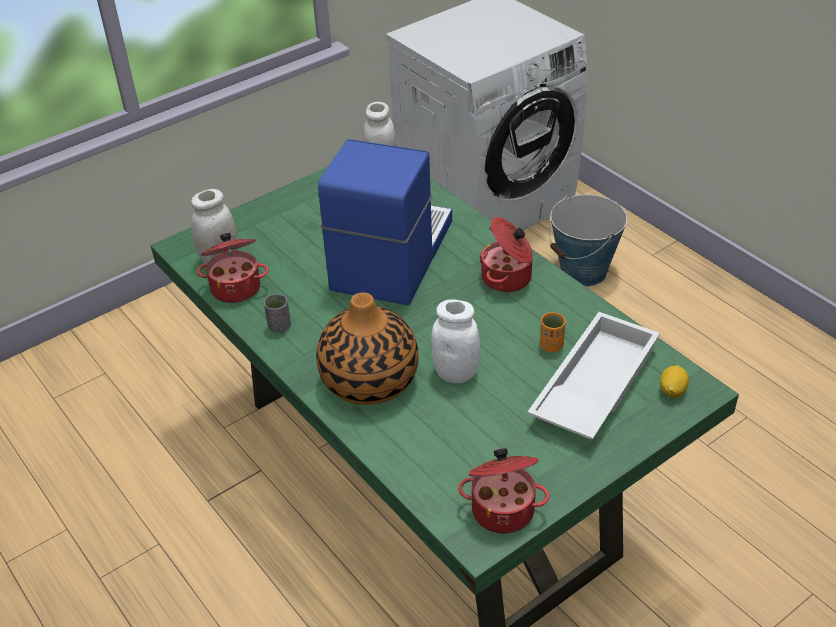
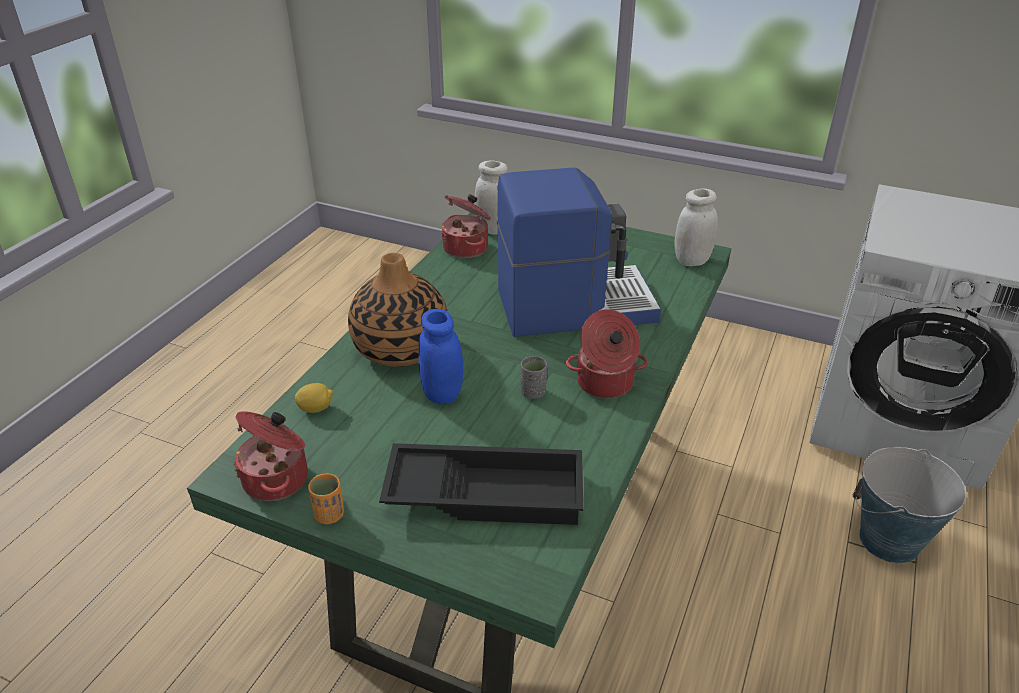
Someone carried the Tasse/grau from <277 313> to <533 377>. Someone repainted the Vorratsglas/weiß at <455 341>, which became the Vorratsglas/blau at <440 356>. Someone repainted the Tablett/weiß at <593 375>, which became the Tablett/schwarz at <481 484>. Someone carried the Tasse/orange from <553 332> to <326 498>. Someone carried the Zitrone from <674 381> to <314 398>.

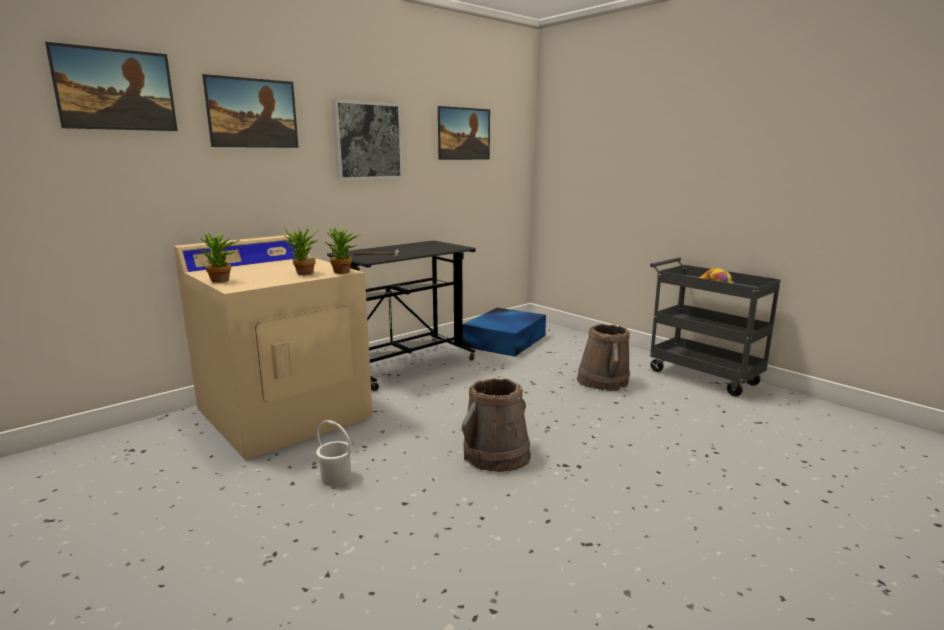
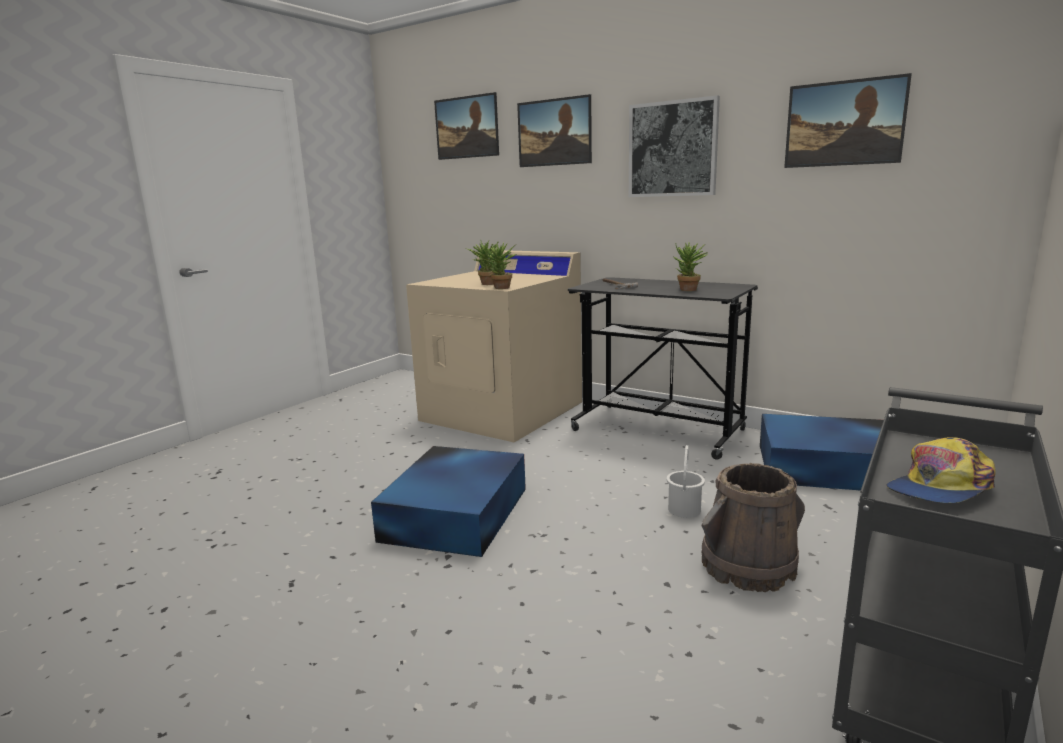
Someone carried the Topfpflanze from <218 257> to <690 266>. Someone swapped the Eimer/braun at <496 425> for the Aufbewahrungsbox/blau at <448 501>. Someone carried the Eimer/weiß from <334 453> to <685 481>.

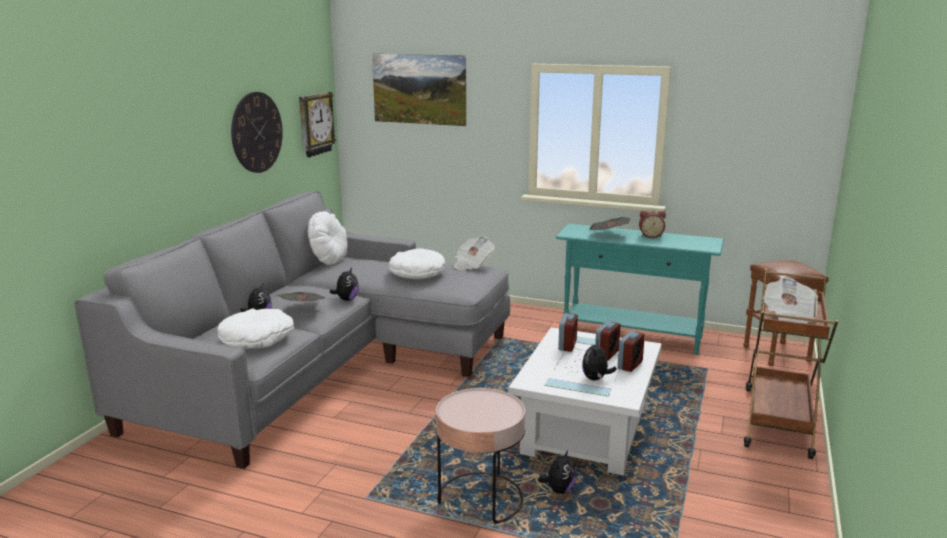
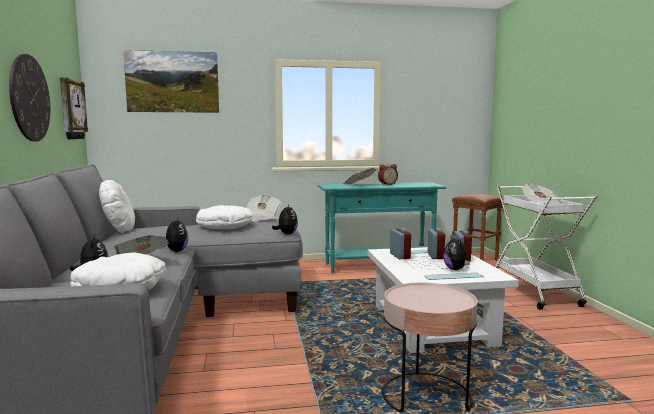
Someone repainted the Rollwagen/braun at <790 363>, which became the Rollwagen/weiß at <546 247>. Someone carried the Plüschtier from <557 472> to <285 219>.

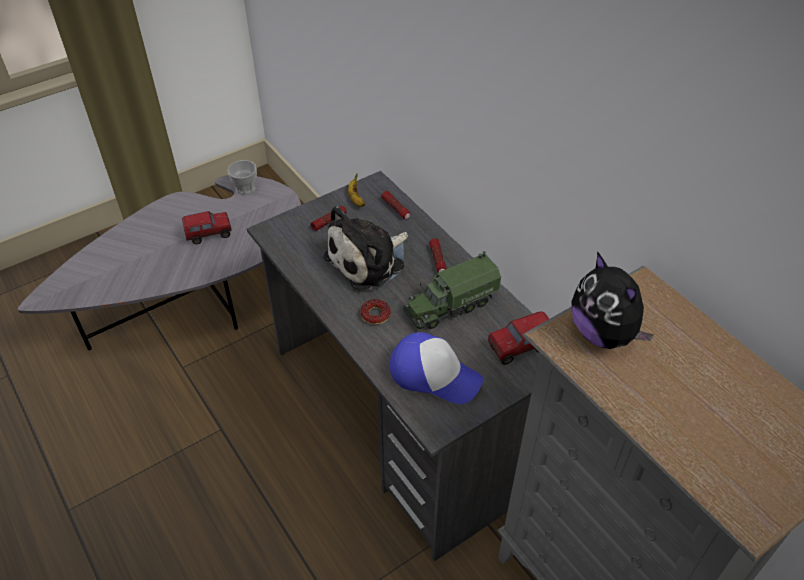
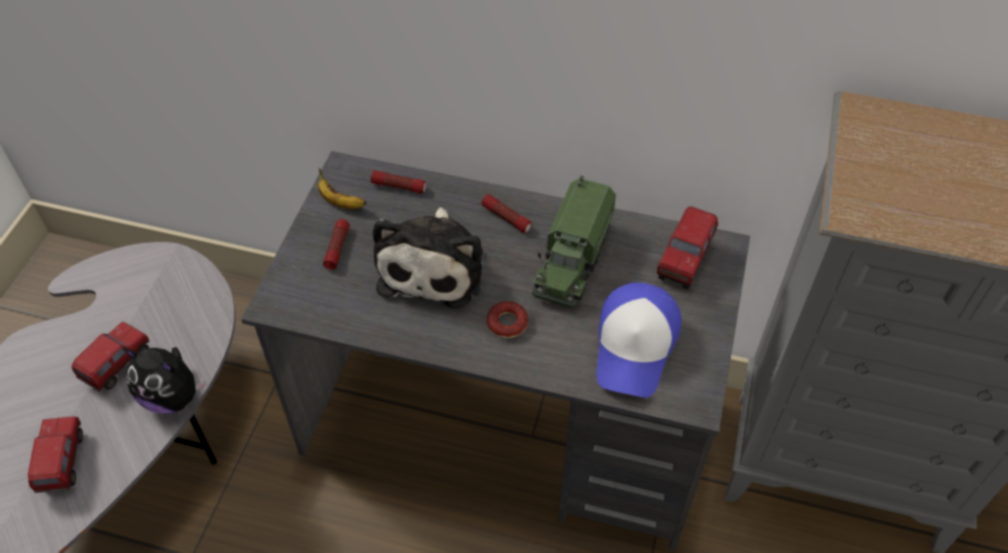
Someone took away the Tasse at <242 177>. Someone carried the Plüschtier from <612 300> to <166 380>. Someone rotated the Kappe at <436 368> by 120 degrees clockwise. Someone put down the Spielzeuglaster at <55 455>.

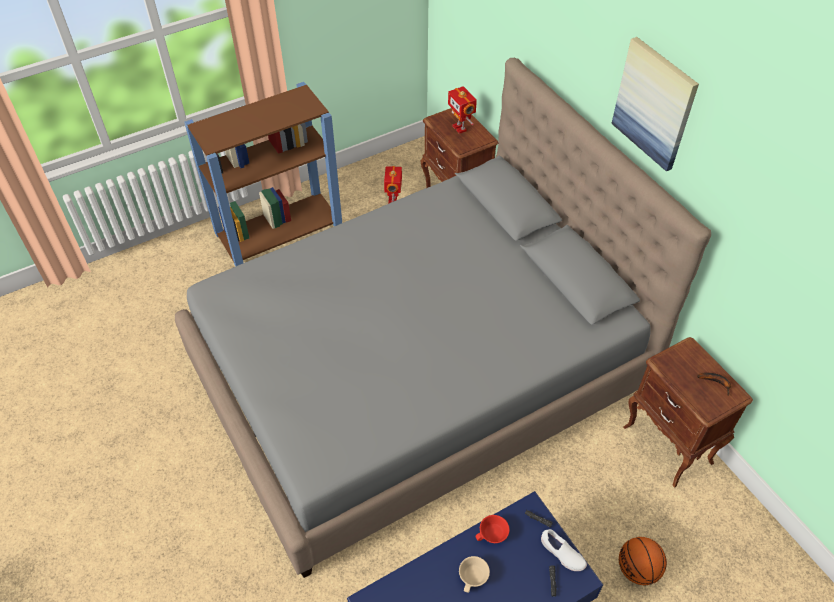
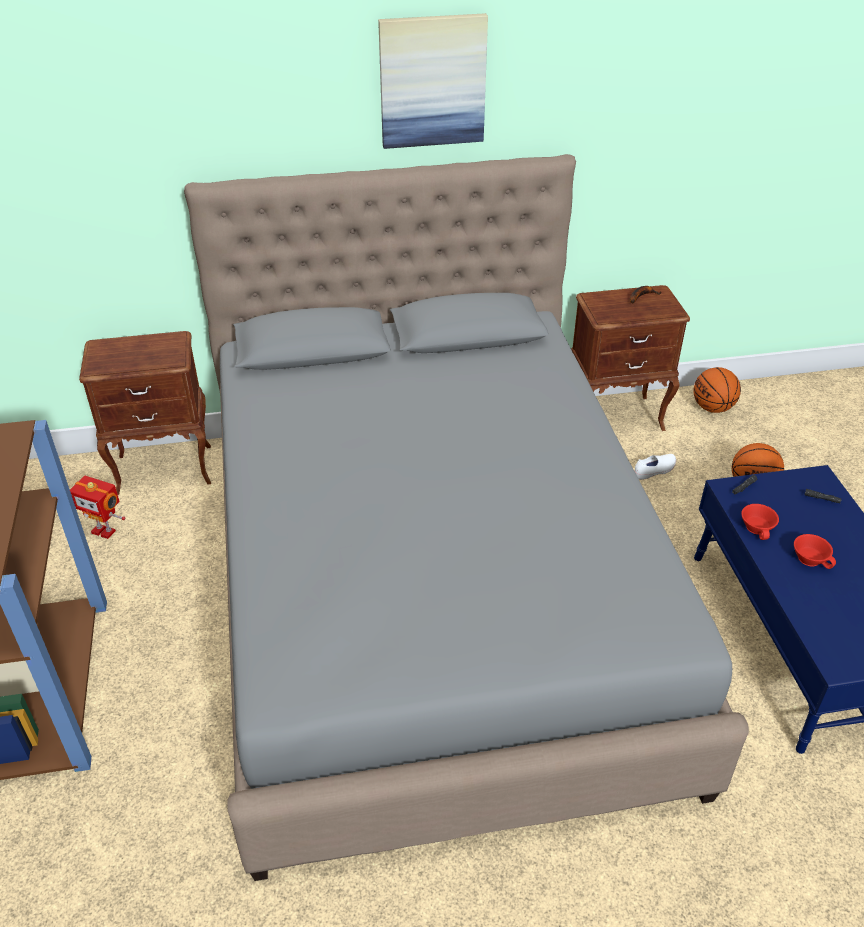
Someone took away the Spielzeugroboter at <462 110>. Someone carried the Schuh/weiß from <564 550> to <655 467>. Someone repainted the Tasse/beige at <474 574>, which became the Tasse/rot at <815 551>. Someone put down the Basketball at <717 390>.

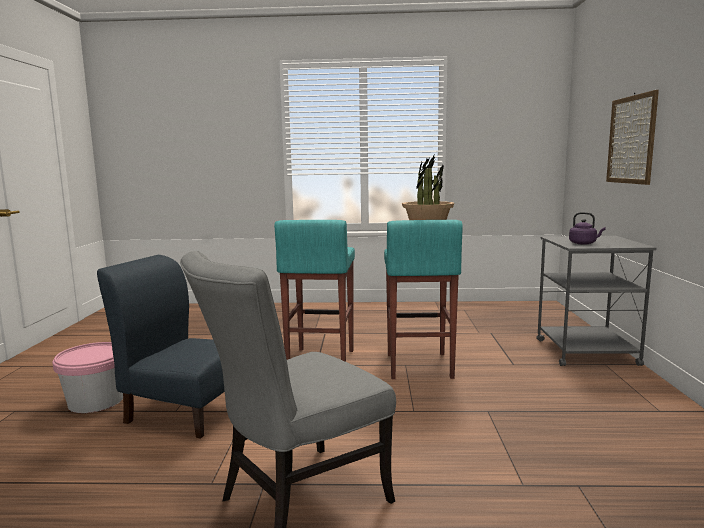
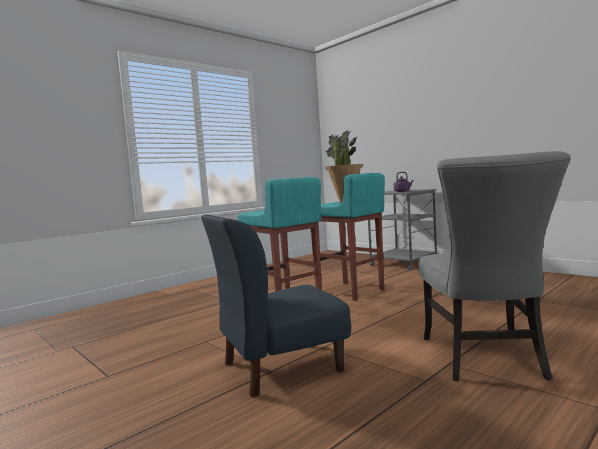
Someone took away the Bild at <632 137>. Someone took away the Eimer/rosa at <87 377>.

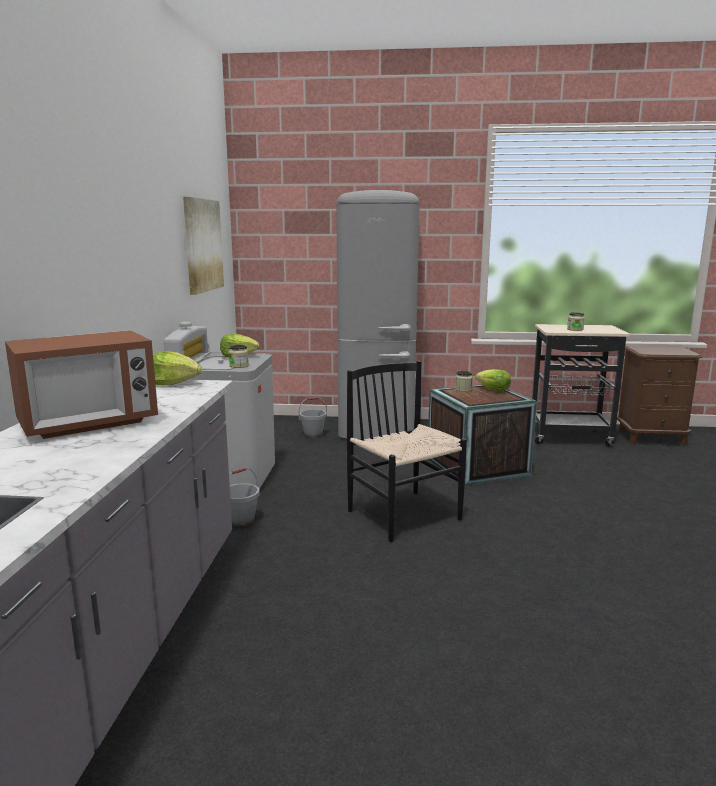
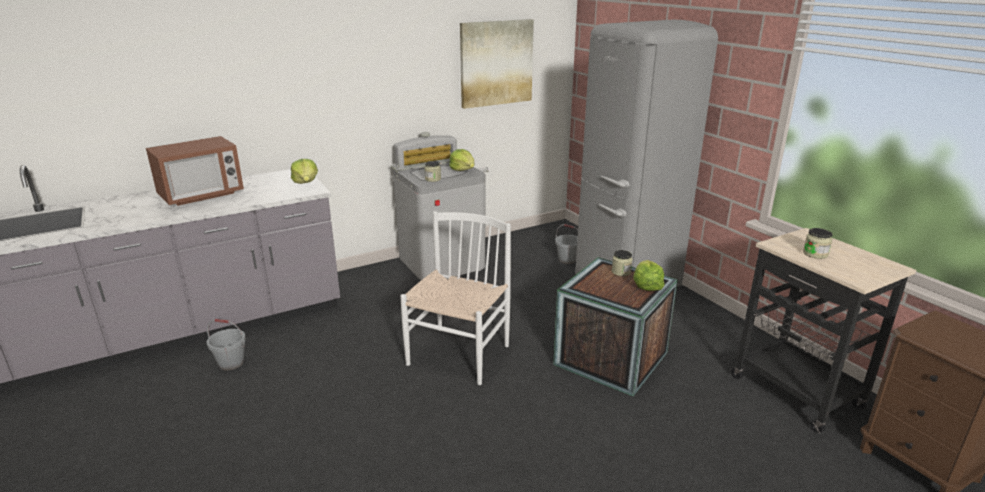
Someone rotated the Mikrowelle at <81 384> by 60 degrees counterclockwise. Someone repainted the Stuhl/schwarz at <407 451>, which became the Stuhl/weiß at <455 298>. Someone carried the Eimer/grau from <244 496> to <226 345>.

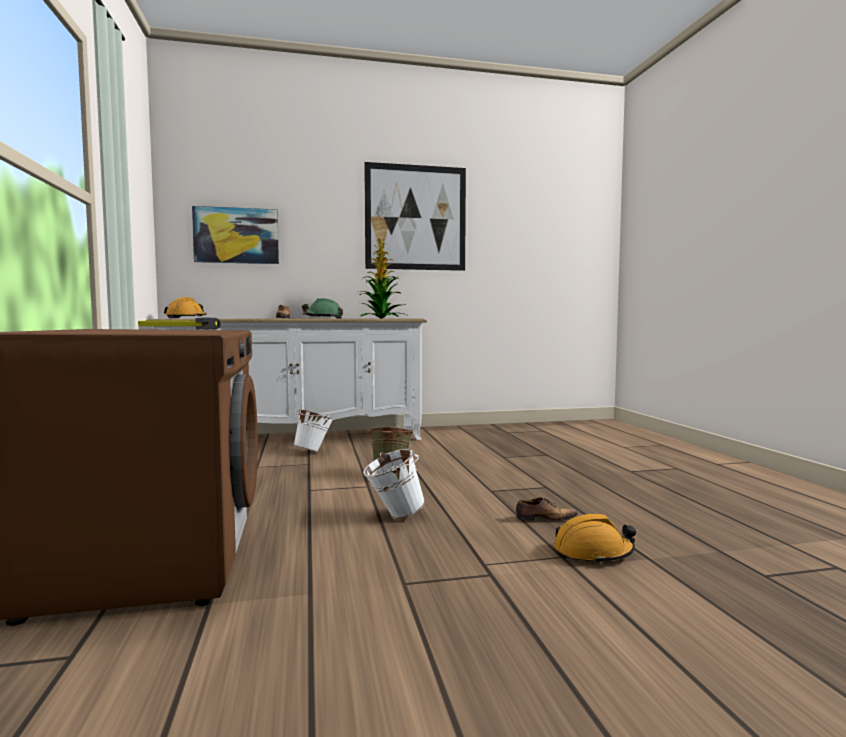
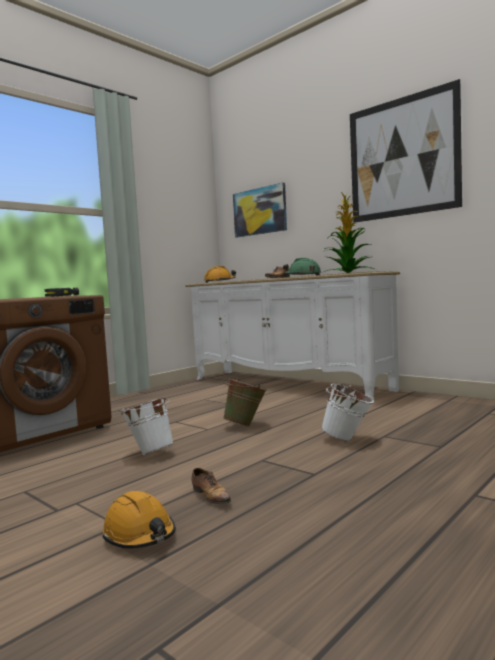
Someone carried the Eimer/weiß from <314 430> to <347 413>.

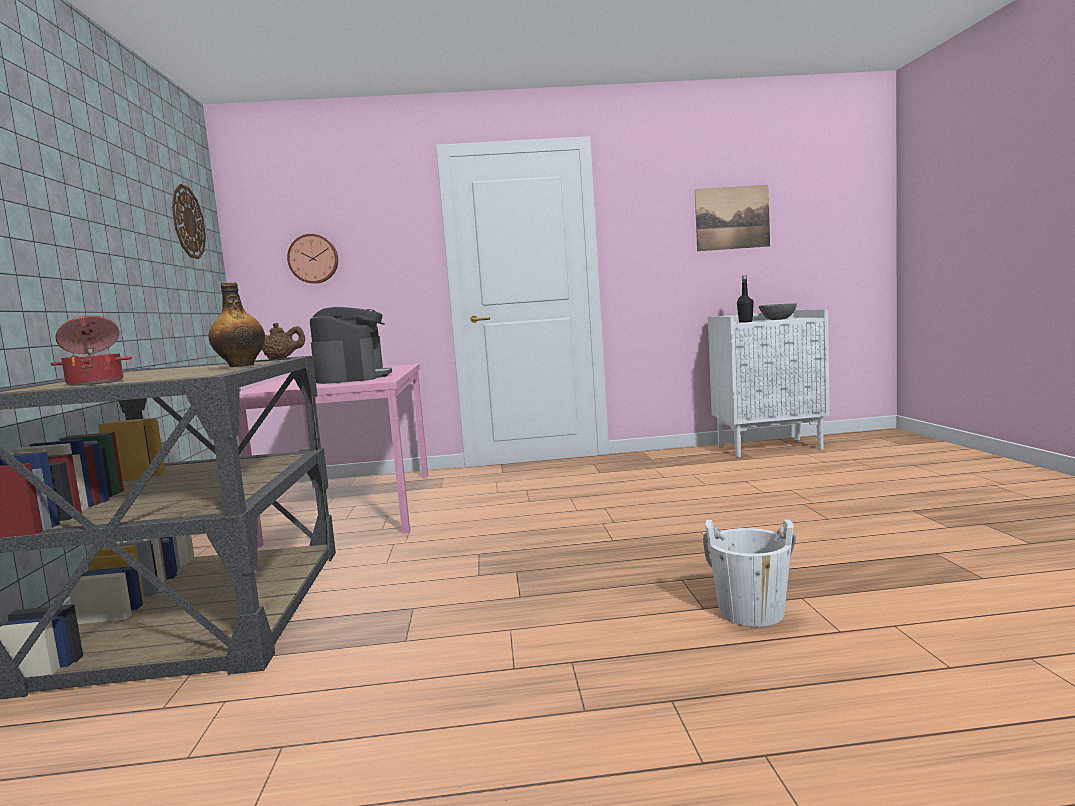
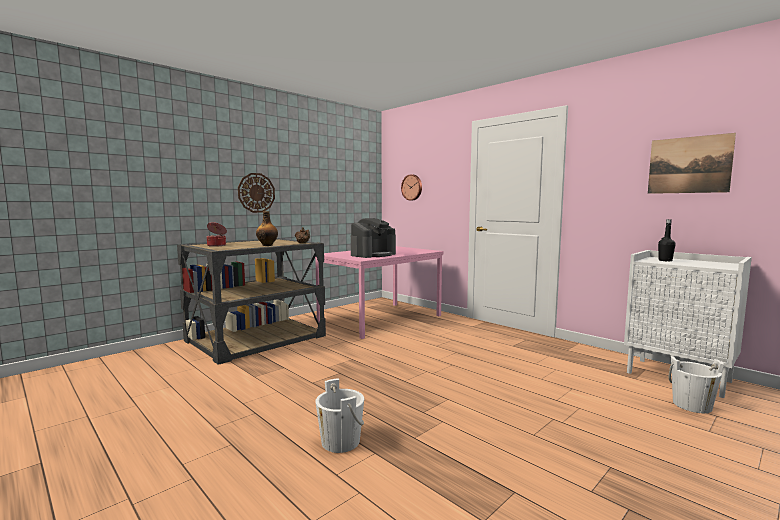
Someone carried the Wanduhr from <189 221> to <256 193>. Someone took away the Schüssel/grau at <778 312>. Someone put down the Eimer/weiß at <696 384>.

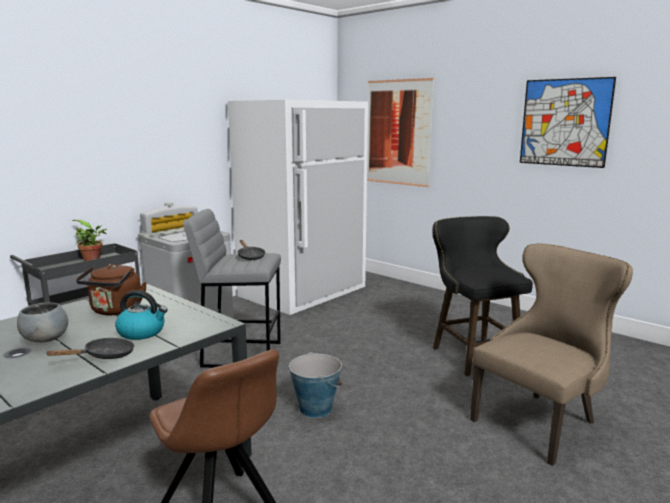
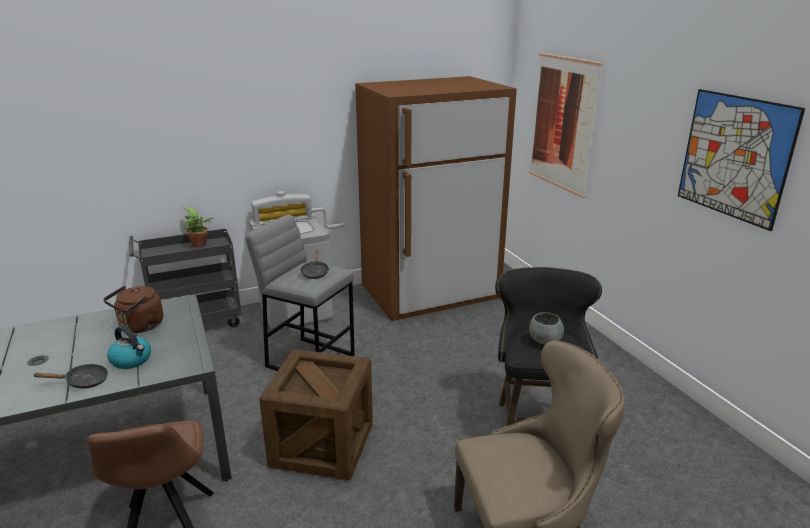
Someone repainted the Kühlschrank/weiß at <298 207>, which became the Kühlschrank/braun at <436 198>. Someone carried the Schüssel/grau from <42 322> to <546 328>. Someone swapped the Eimer at <315 385> for the Kiste at <316 414>.

